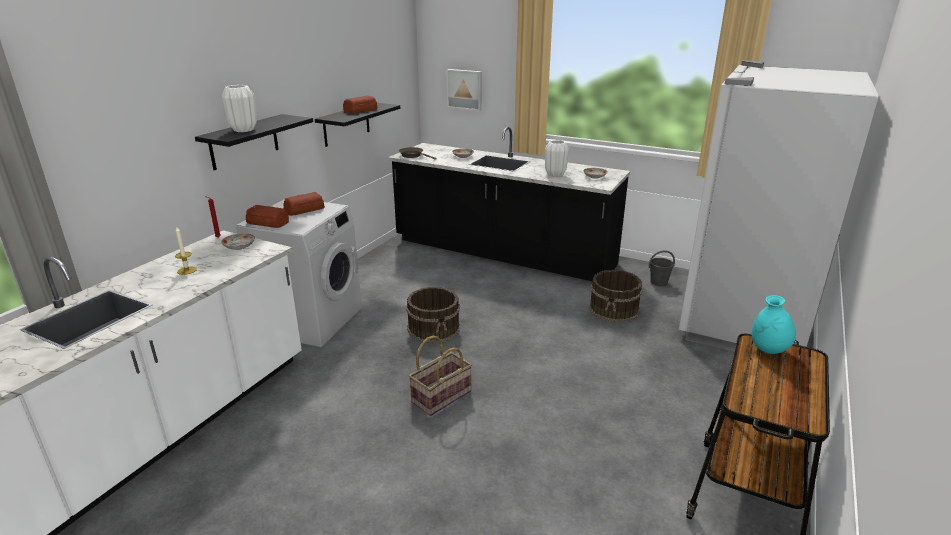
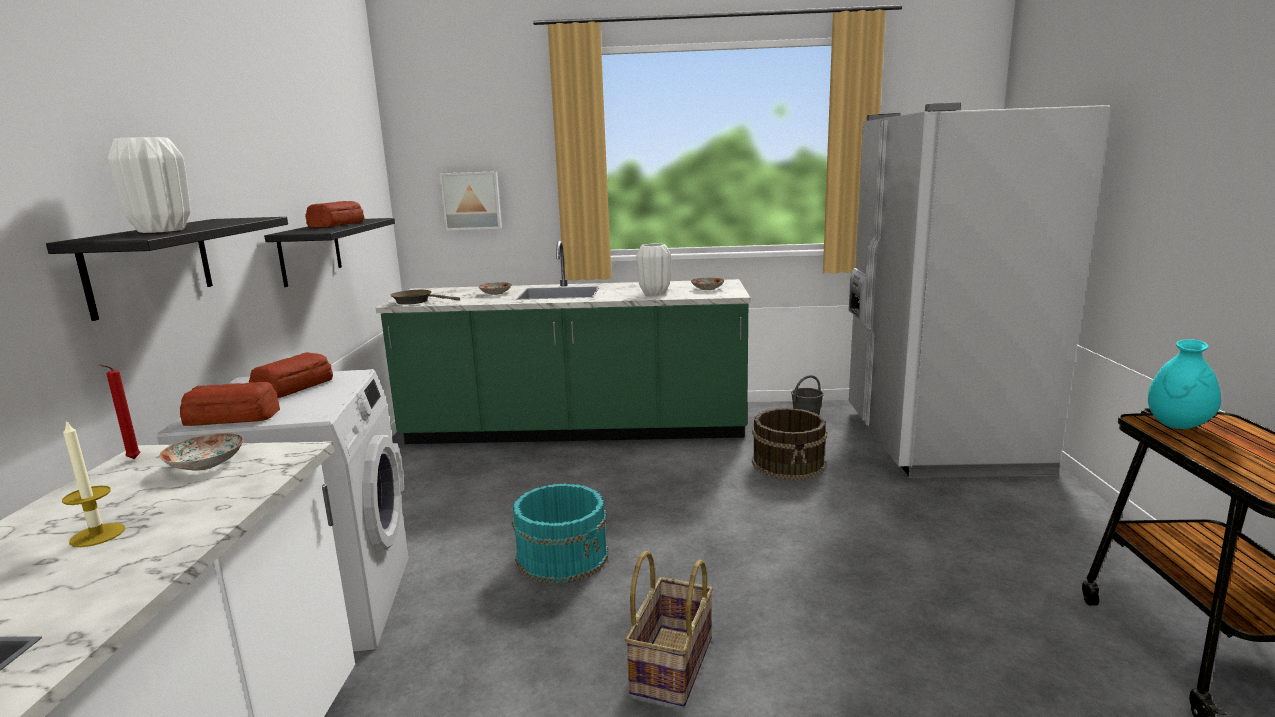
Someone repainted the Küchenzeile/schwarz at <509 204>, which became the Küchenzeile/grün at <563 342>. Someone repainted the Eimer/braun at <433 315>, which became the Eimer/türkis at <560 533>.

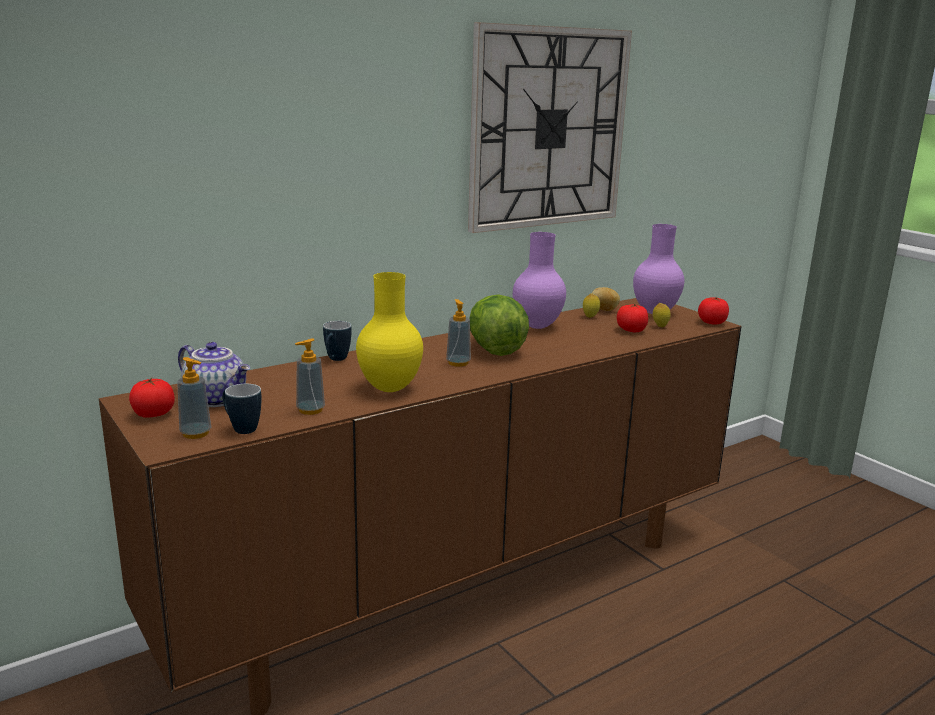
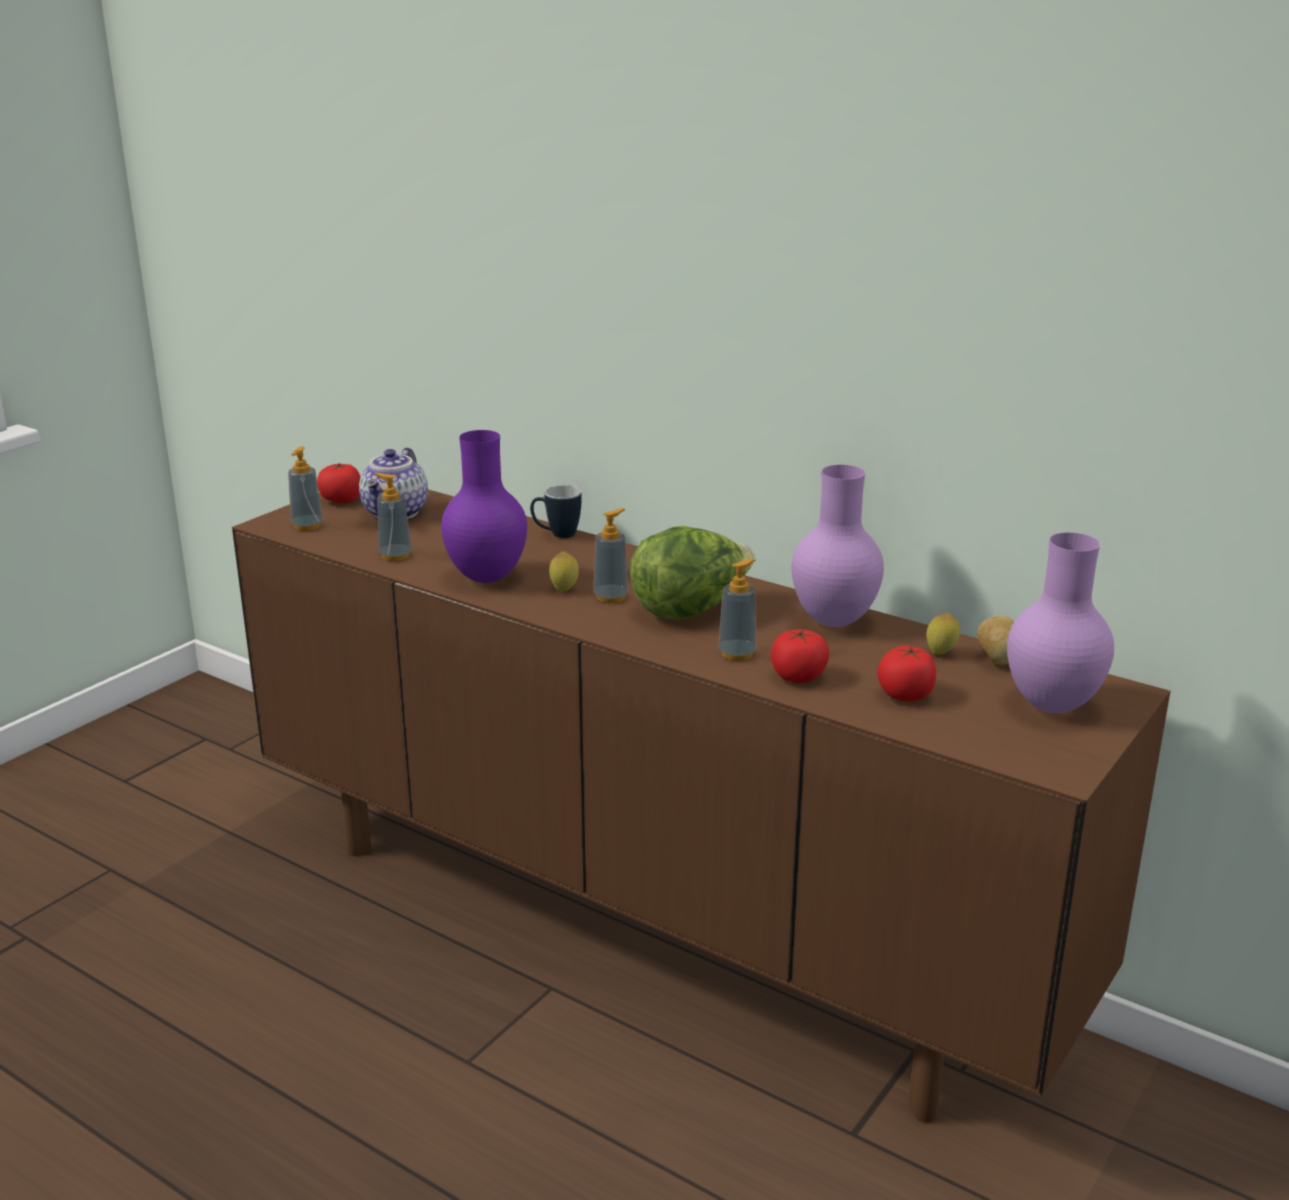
Someone took away the Wanduhr at <550 127>. Someone repainted the Vase/gelb at <389 332>, which became the Vase/lila at <484 506>. Someone carried the Tomate from <713 311> to <800 656>. Someone carried the Zitrone from <662 315> to <564 571>. Someone took away the Henkelbecher at <241 409>. Someone put down the Seifenspender at <737 610>.

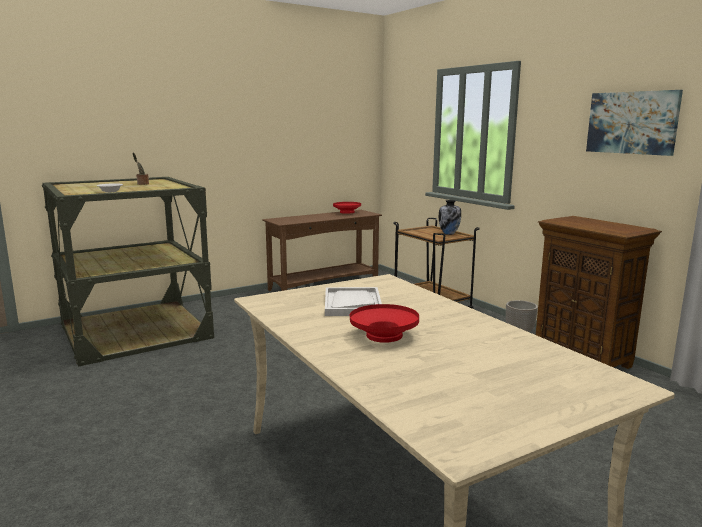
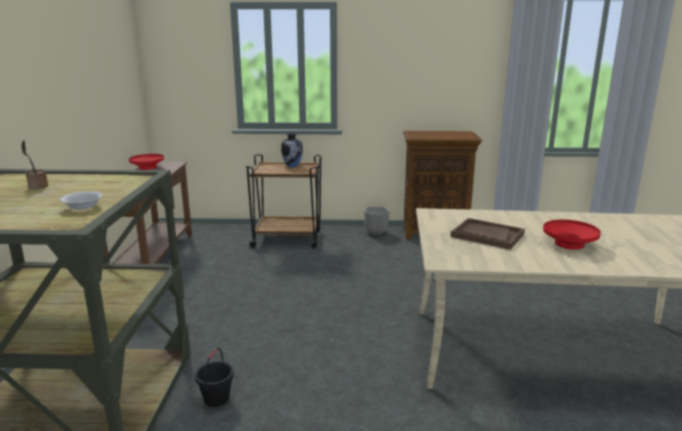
Someone took away the Bild at <634 123>. Someone repainted the Tablett/weiß at <353 301>, which became the Tablett/braun at <488 234>. Someone put down the Eimer/schwarz at <214 377>.

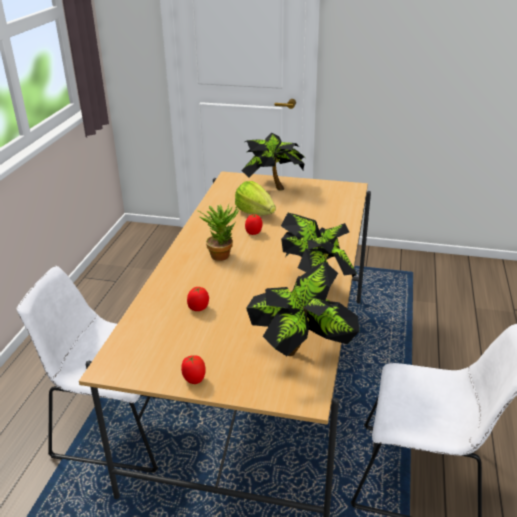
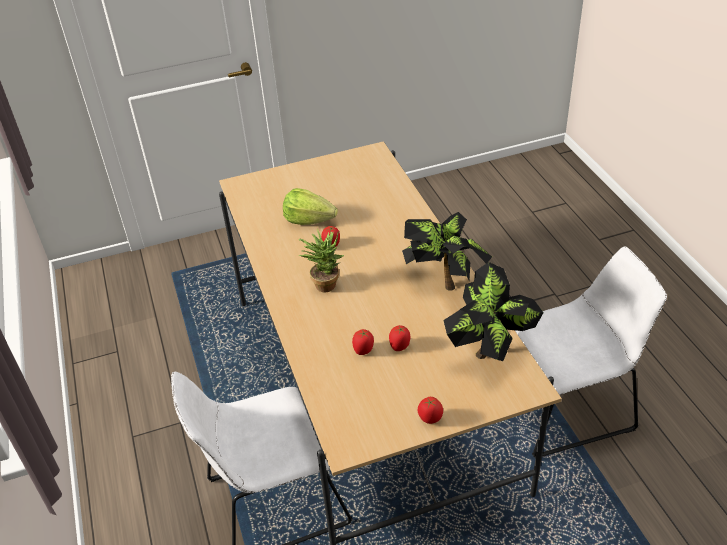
Someone took away the Topfpflanze at <273 161>. Someone put down the Tomate at <399 338>.

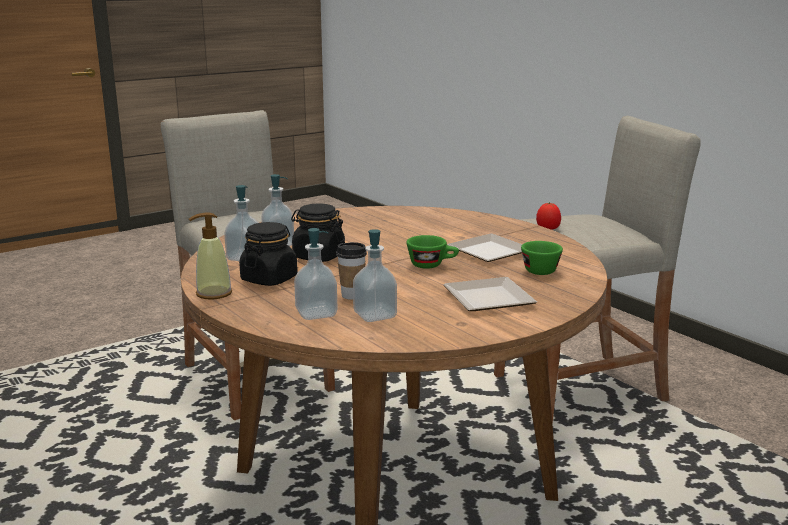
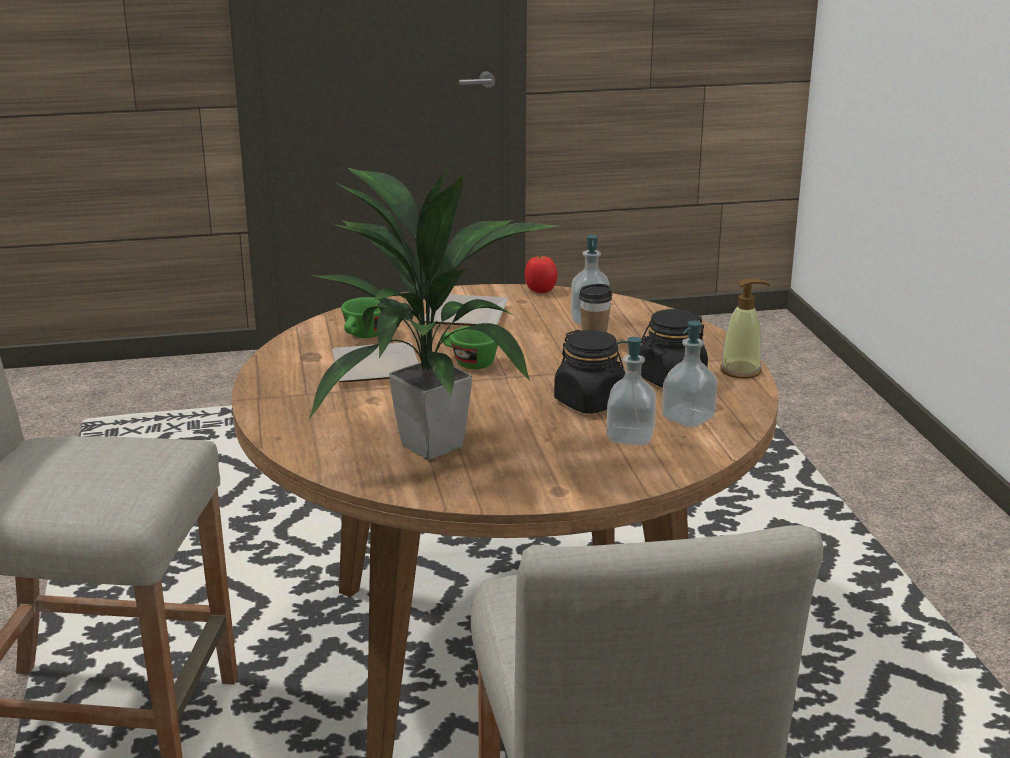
Someone carried the Tomate from <548 215> to <541 274>. Someone took away the Seifenspender at <315 274>. Someone put down the Topfpflanze at <432 310>.

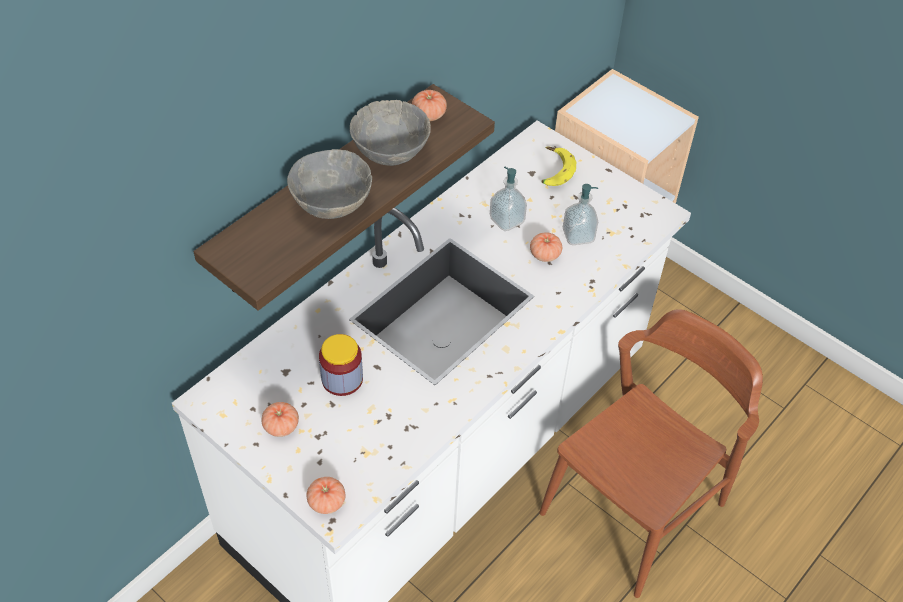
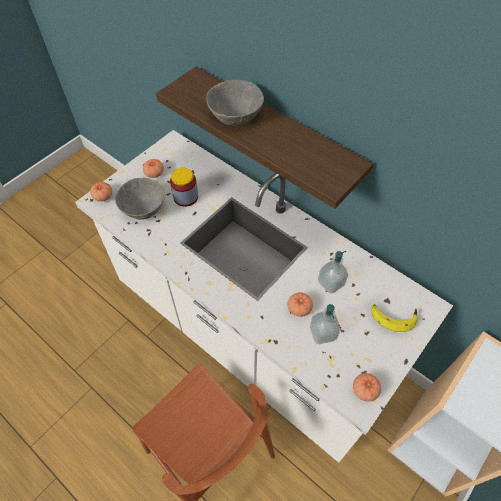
Someone carried the Tomate from <429 105> to <367 387>. Someone carried the Schüssel/grau from <390 133> to <140 199>.

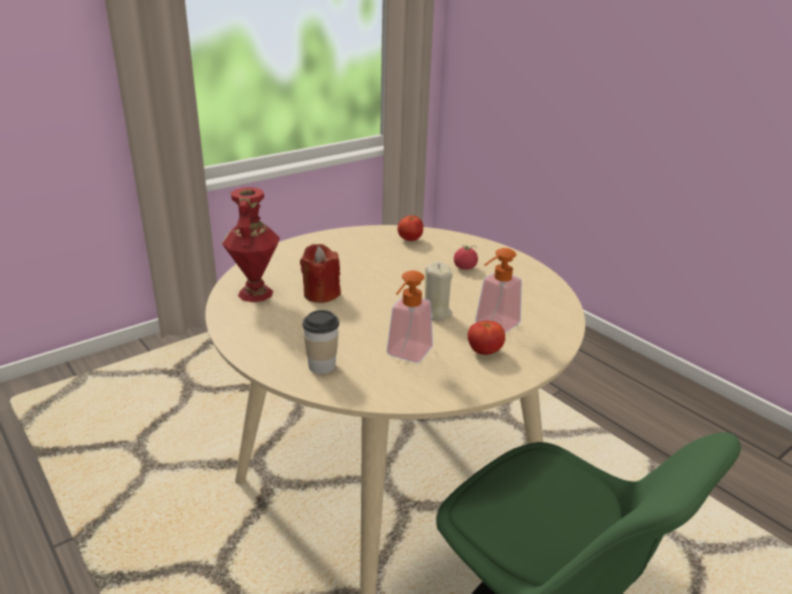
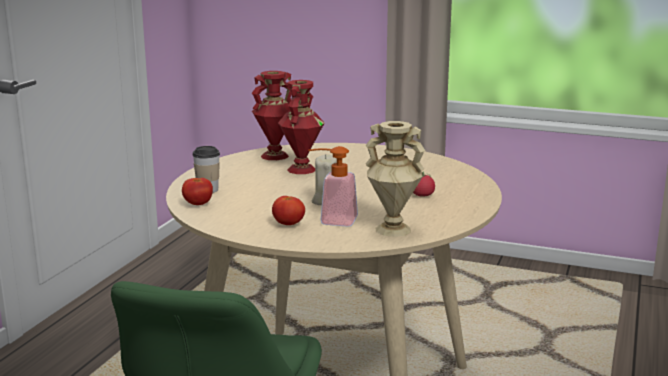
Someone carried the Tomate from <410 228> to <197 191>. Someone swapped the Kerze/rot at <320 273> for the Vase/rot at <301 127>. Someone took away the Seifenspender at <410 316>. Someone put down the Vase/beige at <395 179>.

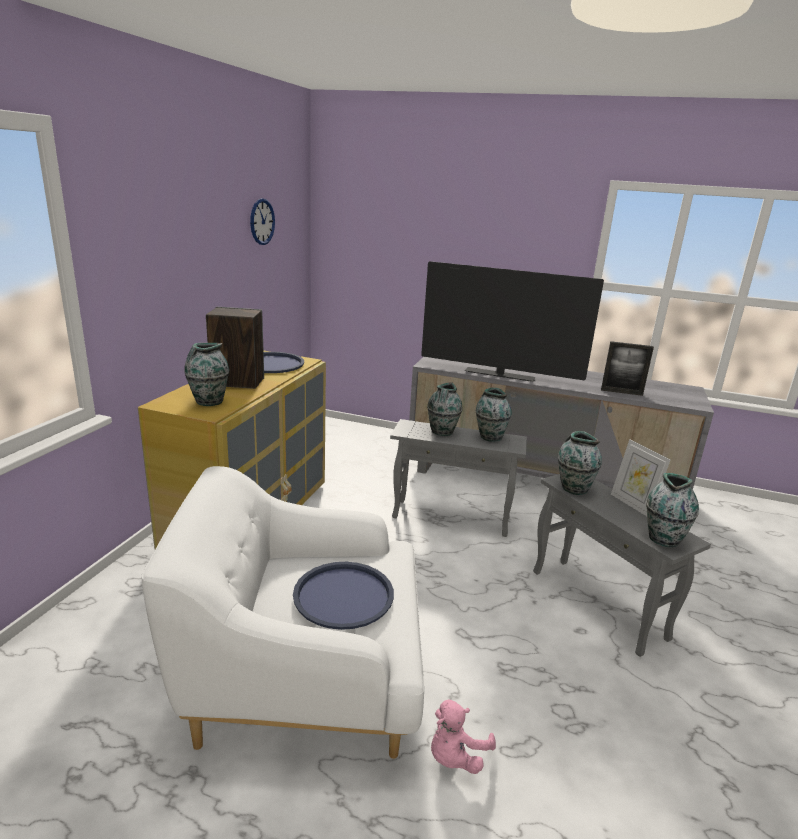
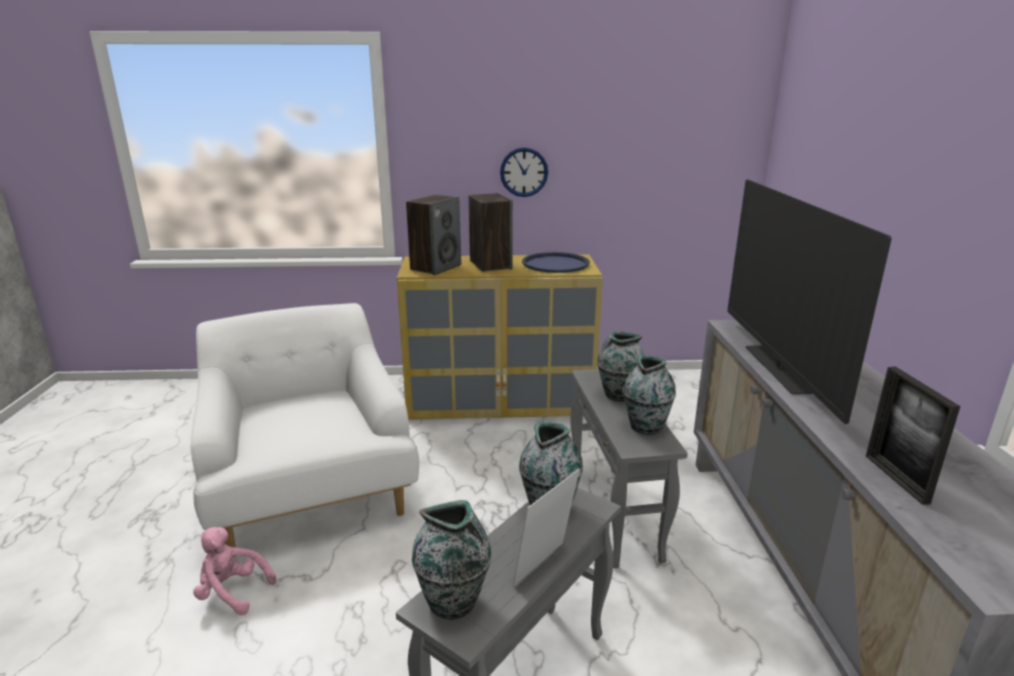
Someone carried the Wanduhr from <262 221> to <524 172>. Someone swapped the Vase at <206 374> for the Lautsprecher at <433 235>. Someone took away the Tablett/blau at <343 596>.

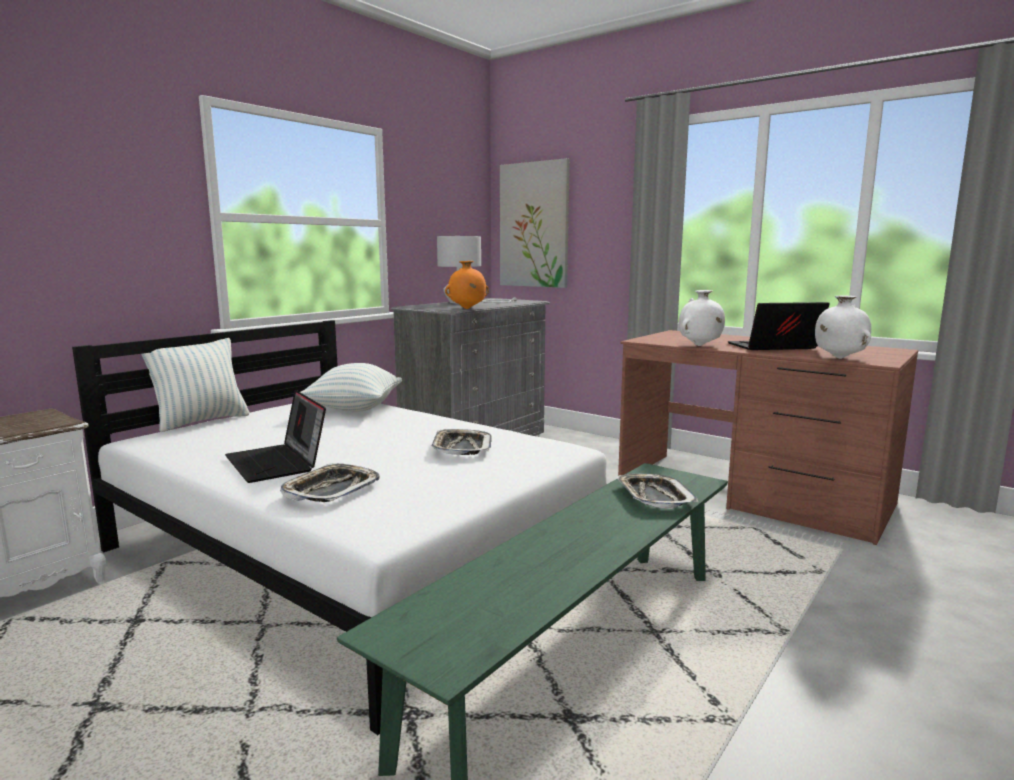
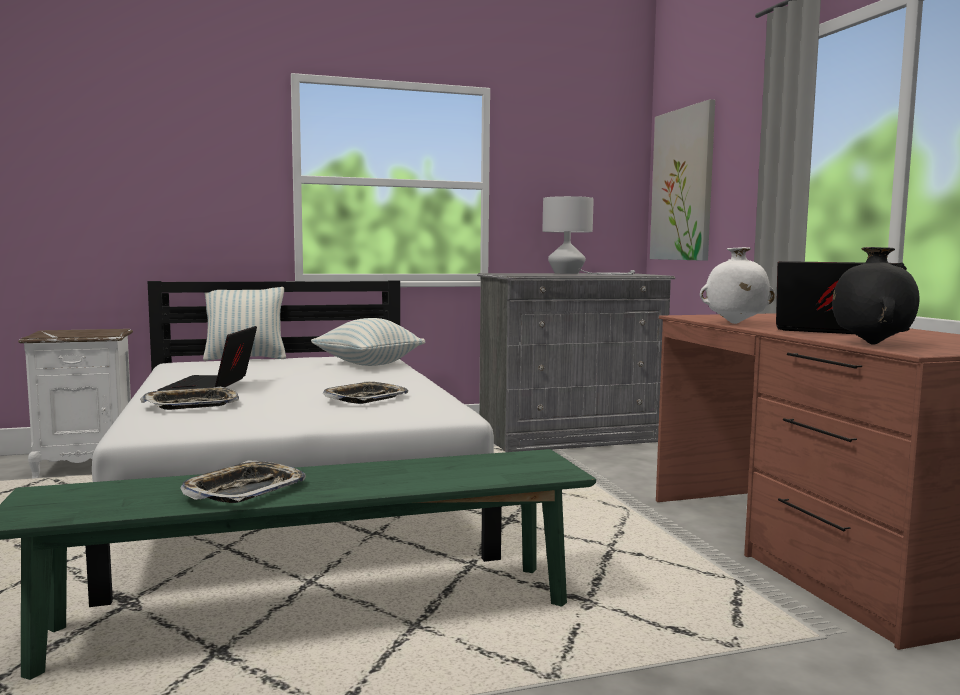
Someone took away the Vase/orange at <467 285>. Someone repainted the Vase/weiß at <843 327>, which became the Vase/schwarz at <876 296>. Someone carried the Tablett from <657 491> to <243 482>.

